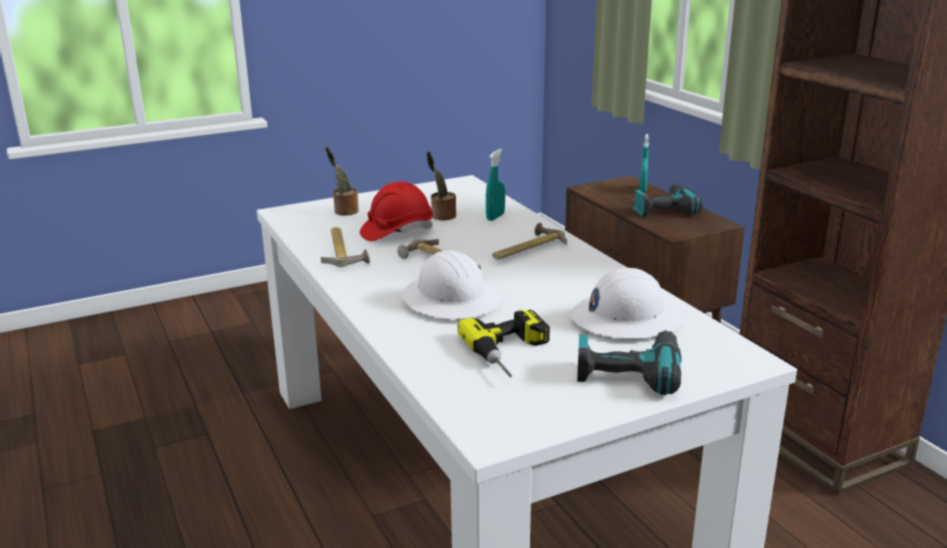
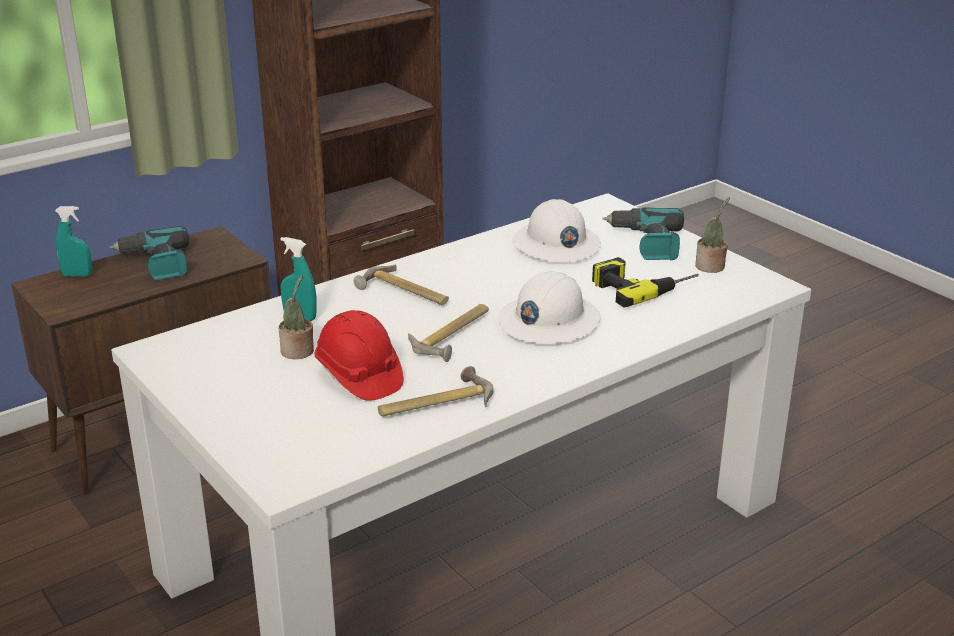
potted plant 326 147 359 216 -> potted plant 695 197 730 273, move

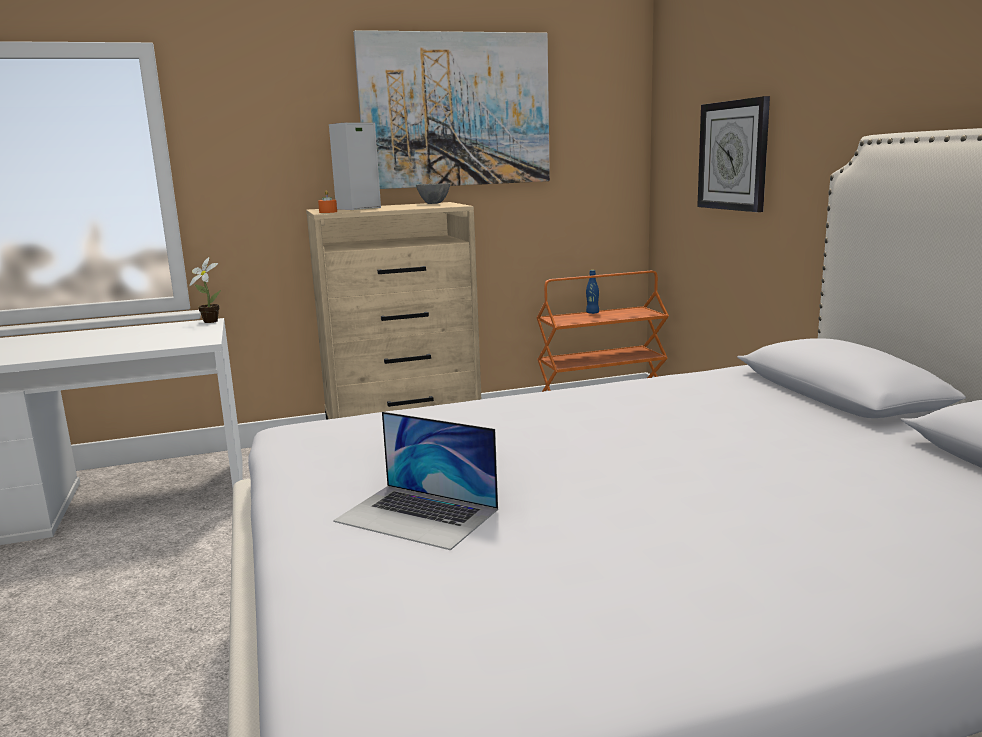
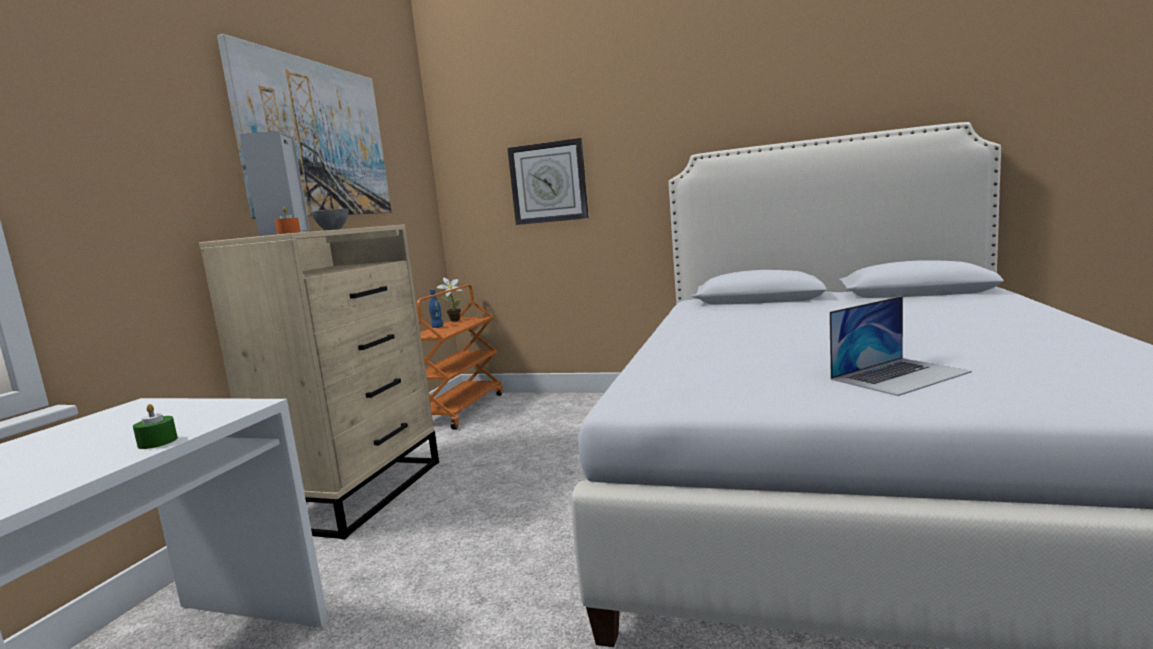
none -> green candle 133 404 178 449
potted plant 189 257 221 323 -> potted plant 436 277 462 322, move

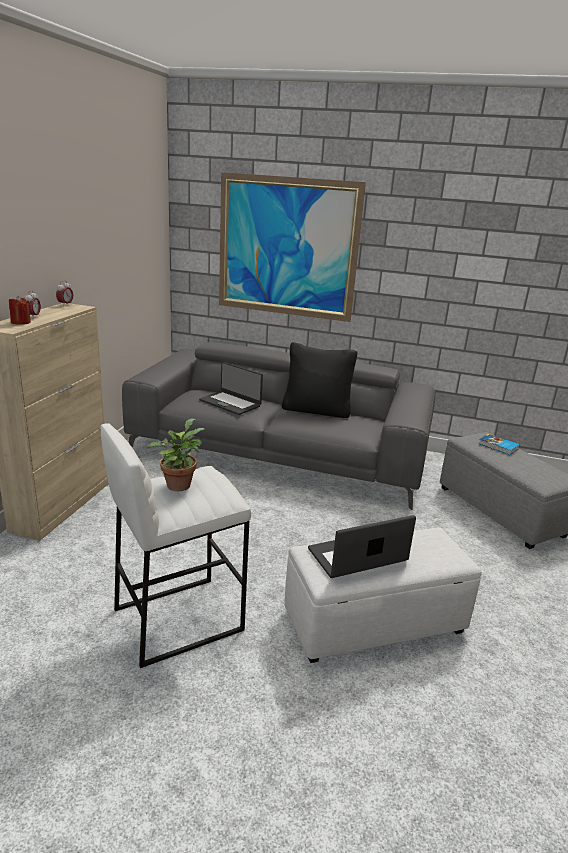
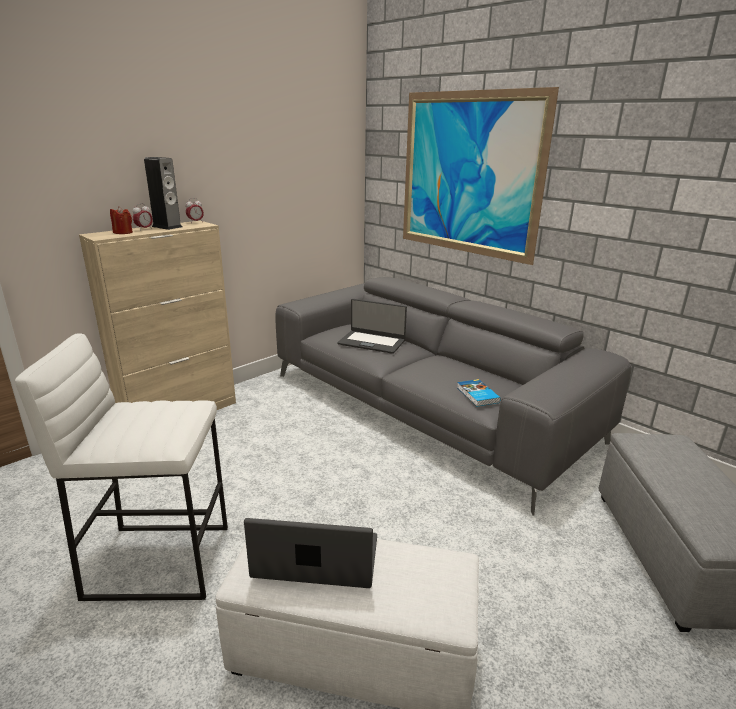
potted plant 147 418 205 491 -> none
black pillow 282 342 357 418 -> none
none -> speaker 144 157 182 230
book 478 434 520 455 -> book 457 379 501 407, move
laptop 199 362 263 415 -> laptop 337 299 407 354, 45 degrees counterclockwise

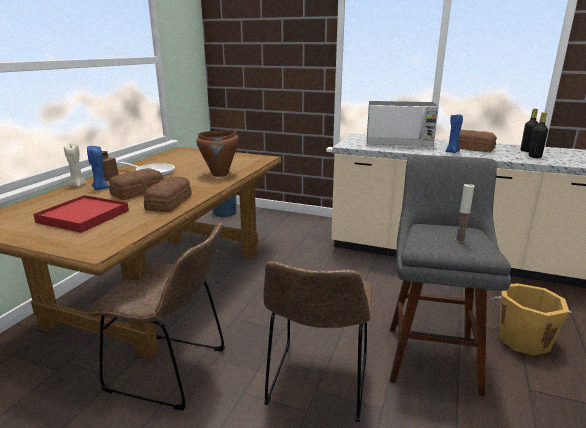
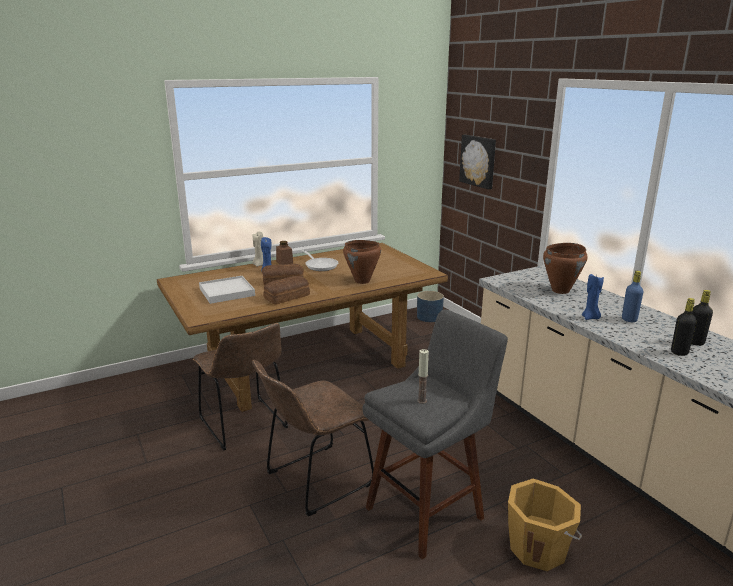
none -> picture 459 135 496 189
microwave 367 101 439 146 -> brown cooking pot 543 243 587 294
bread 458 130 497 152 -> blue bottle 622 271 643 322
red tray 33 195 129 233 -> white tray 199 276 255 304

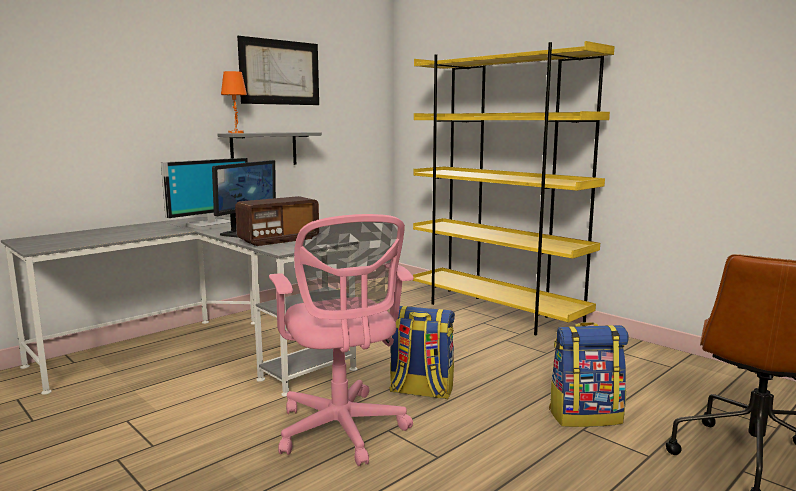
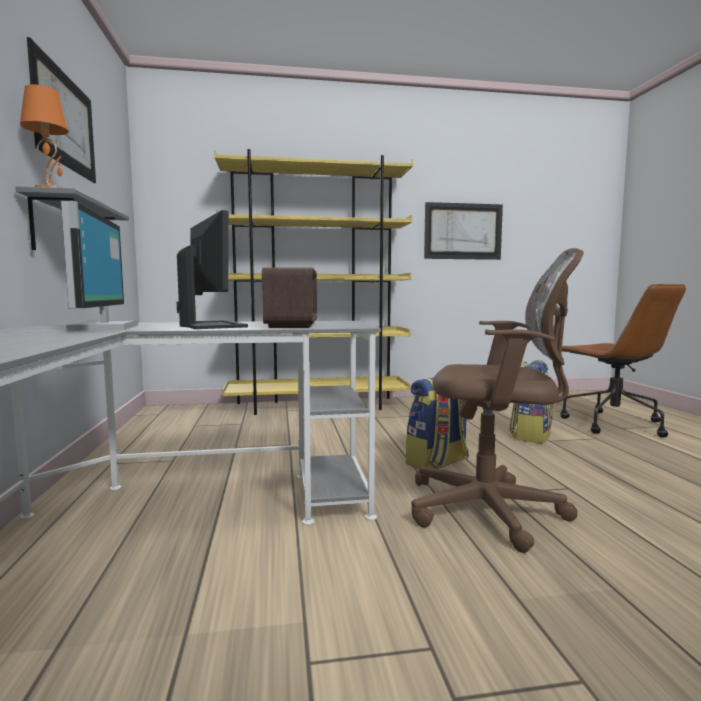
none -> picture 424 202 503 260
pink office chair 269 214 414 466 -> brown office chair 411 248 584 553

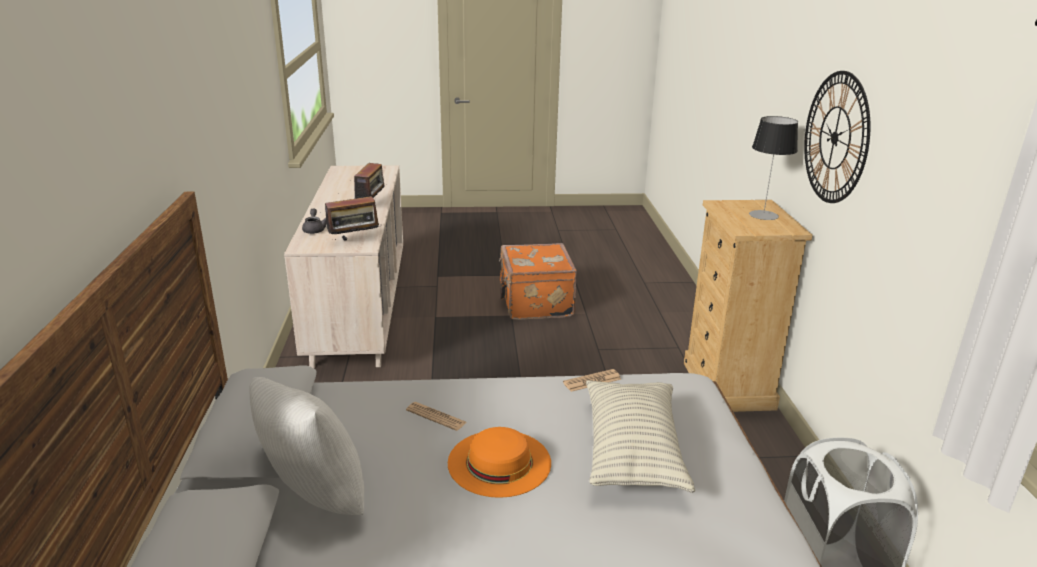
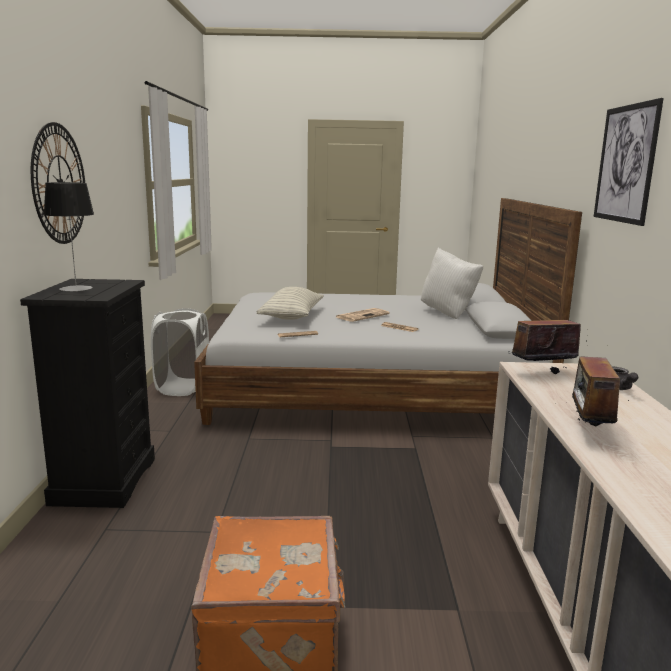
none -> picture 594 98 664 226
orange hat 448 427 551 498 -> newspaper 336 308 390 322
beige dresser 684 200 813 412 -> black dresser 20 279 155 508

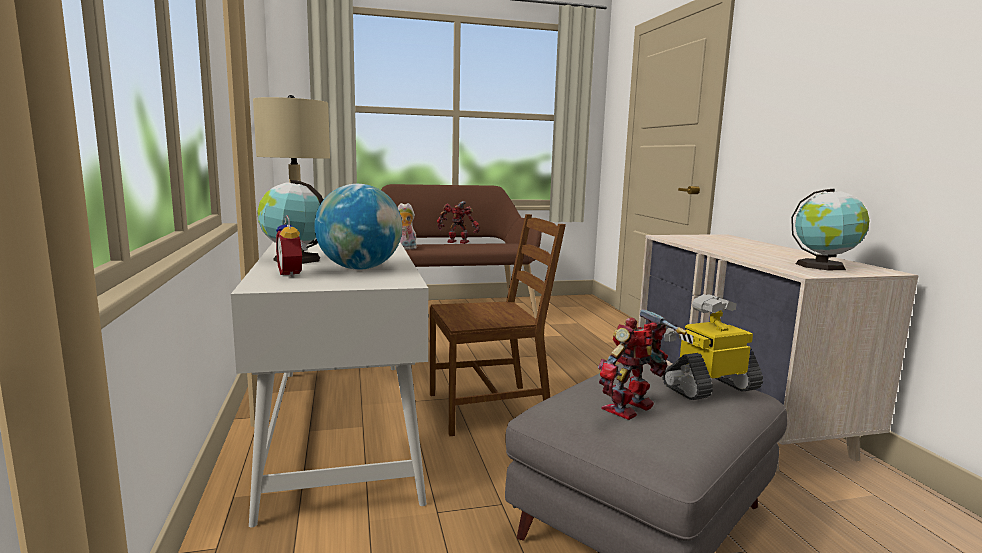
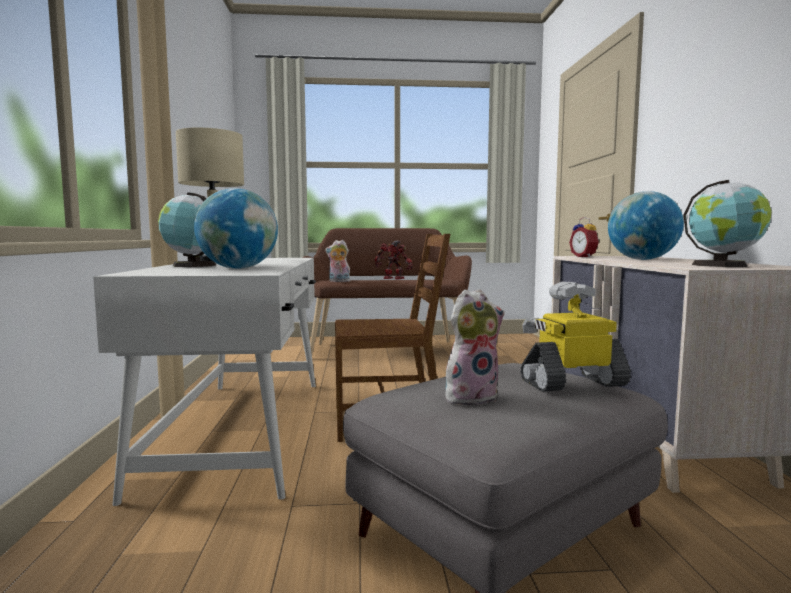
none -> globe 608 191 684 260
alarm clock 276 215 308 277 -> alarm clock 569 217 599 257, move
toy robot 598 309 687 420 -> plush toy 445 289 505 407

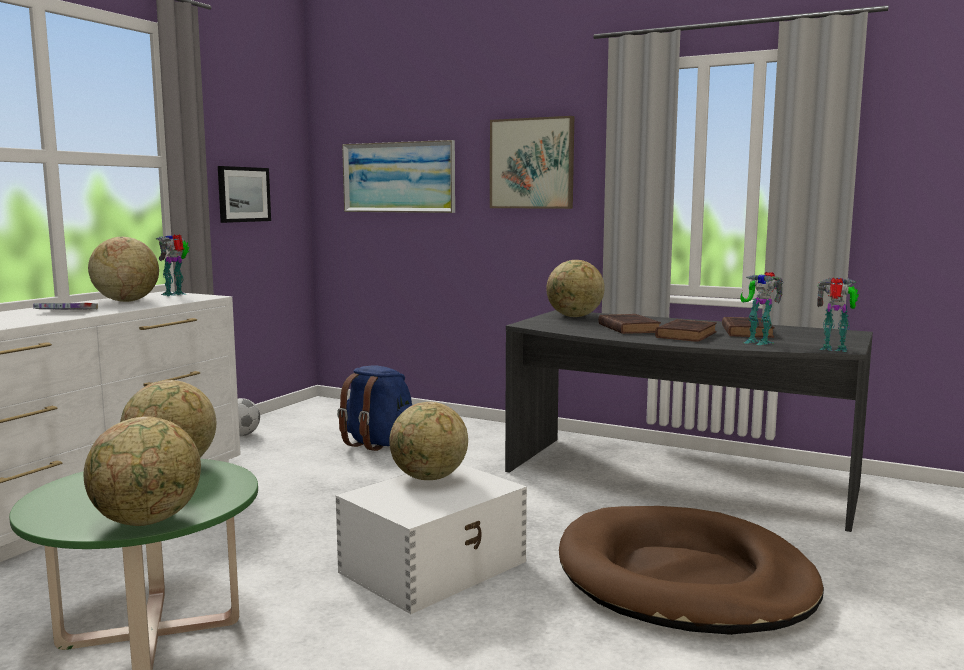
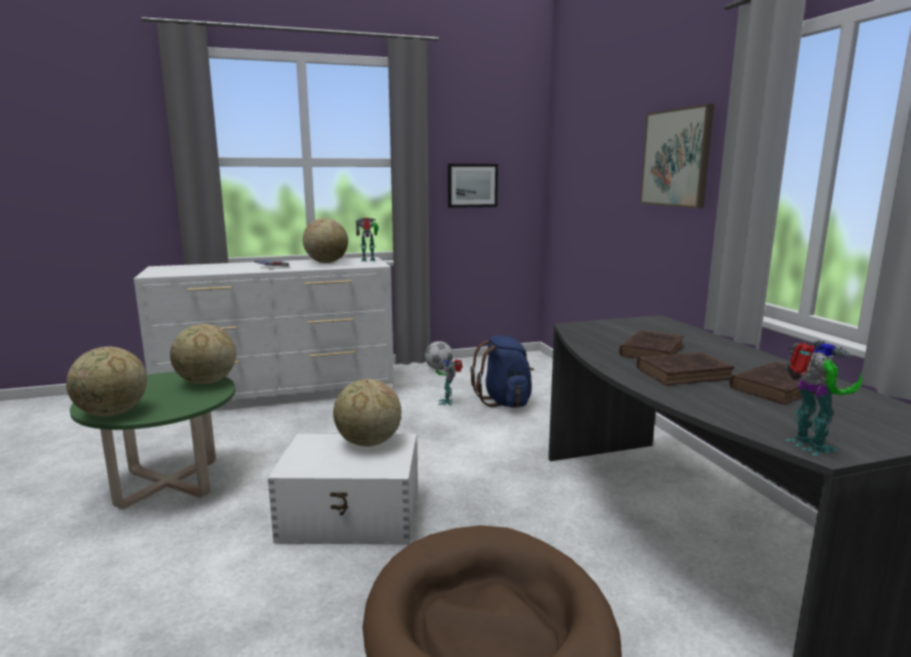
picture 342 140 455 213 -> none
globe 546 260 605 317 -> none
toy robot 740 272 784 345 -> toy robot 436 359 463 406, move

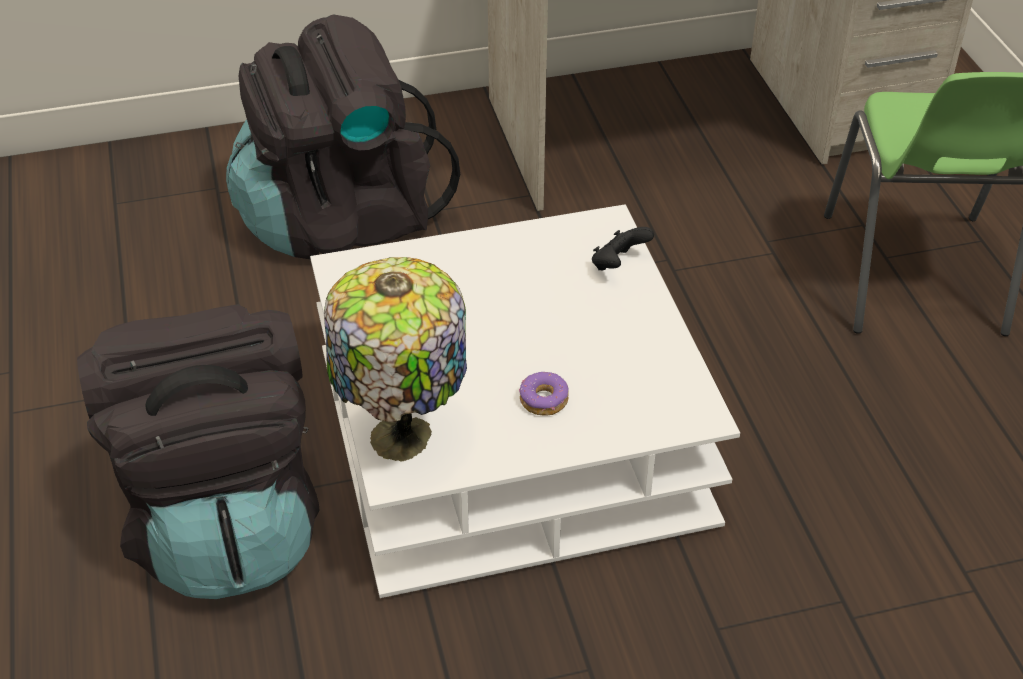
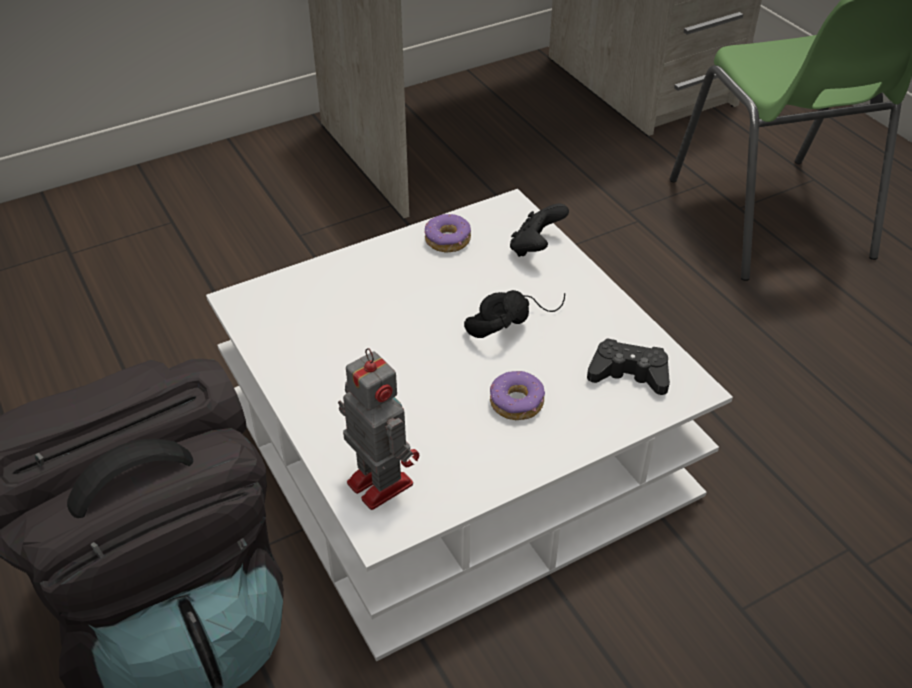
black backpack 226 14 460 259 -> none
none -> donut 424 214 471 252
none -> black headphones 464 290 565 338
none -> black game controller 587 338 670 395
table lamp 324 257 467 462 -> toy robot 338 348 419 510

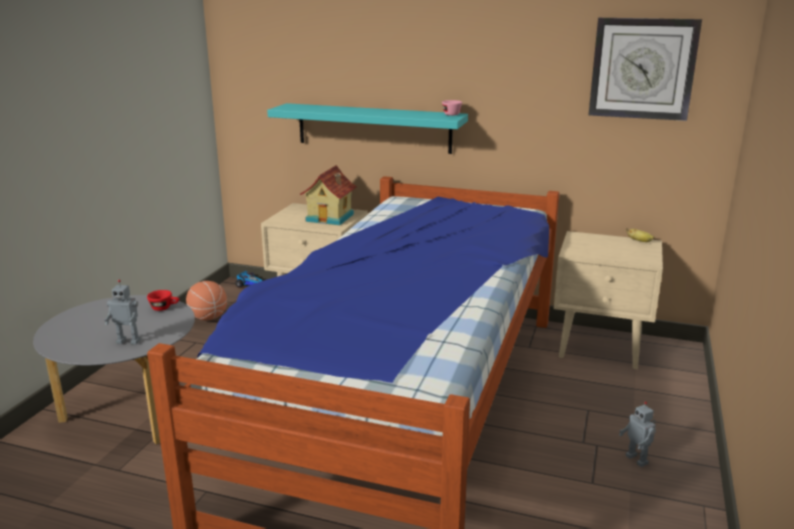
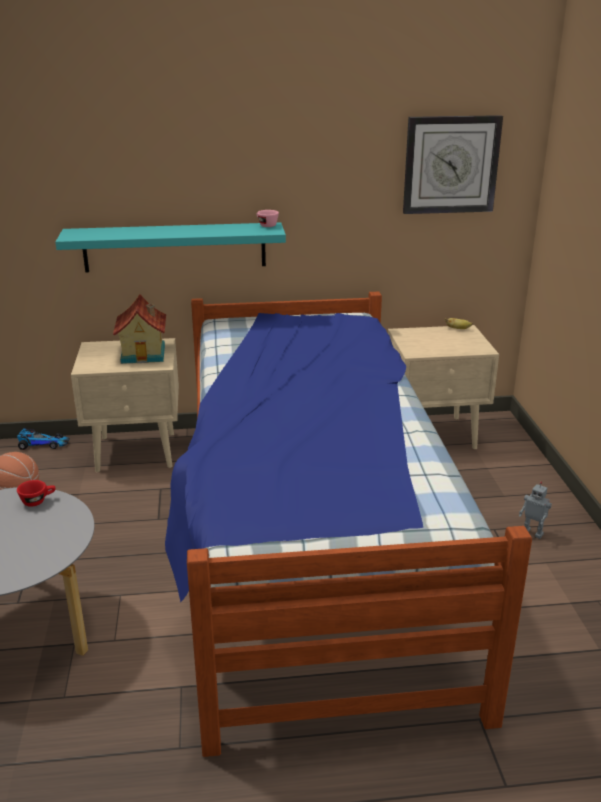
toy robot 104 279 141 345 -> none

